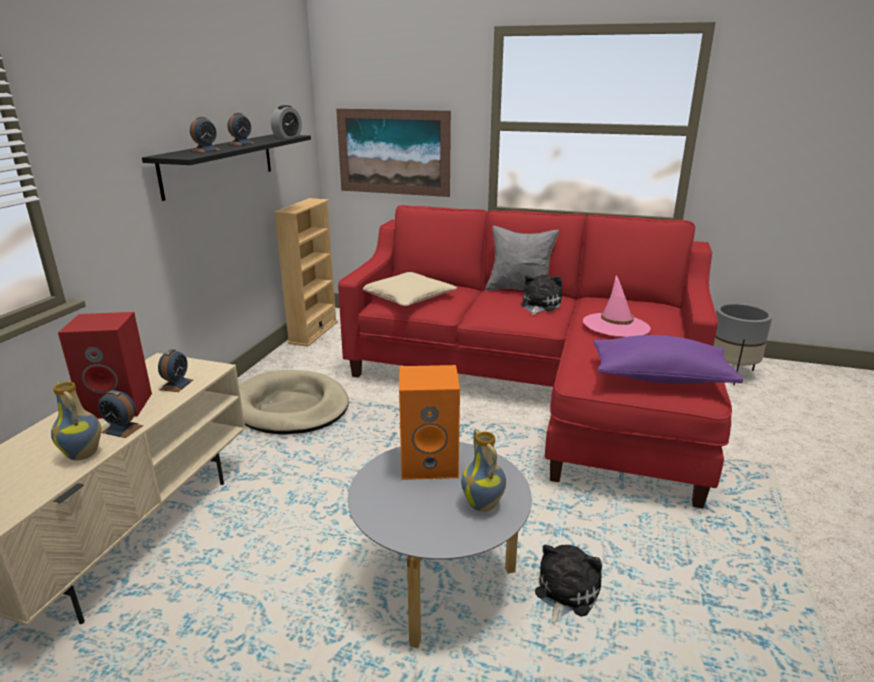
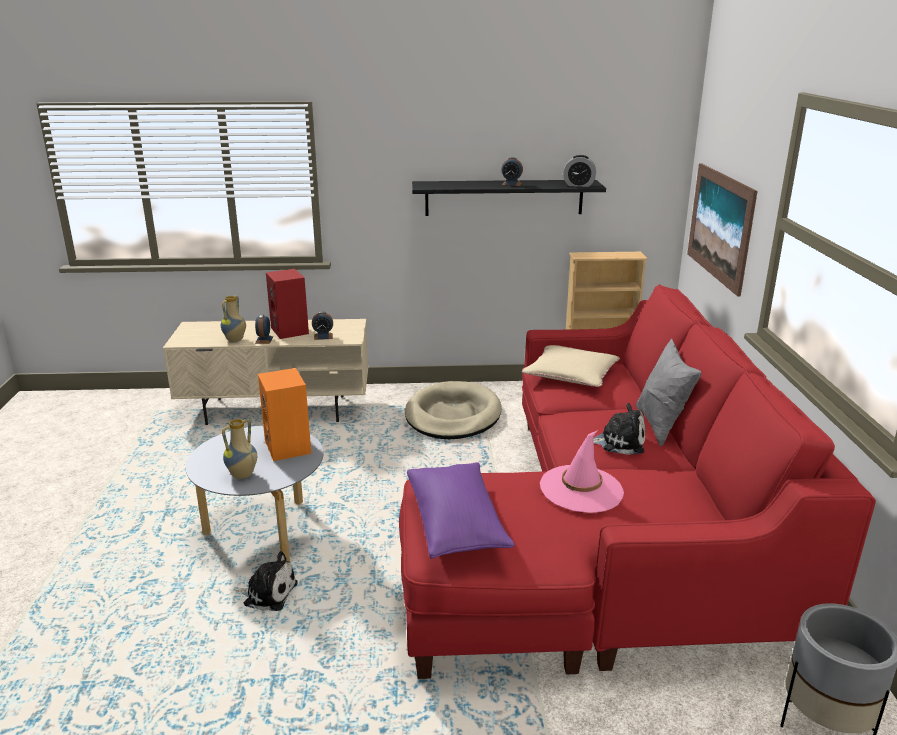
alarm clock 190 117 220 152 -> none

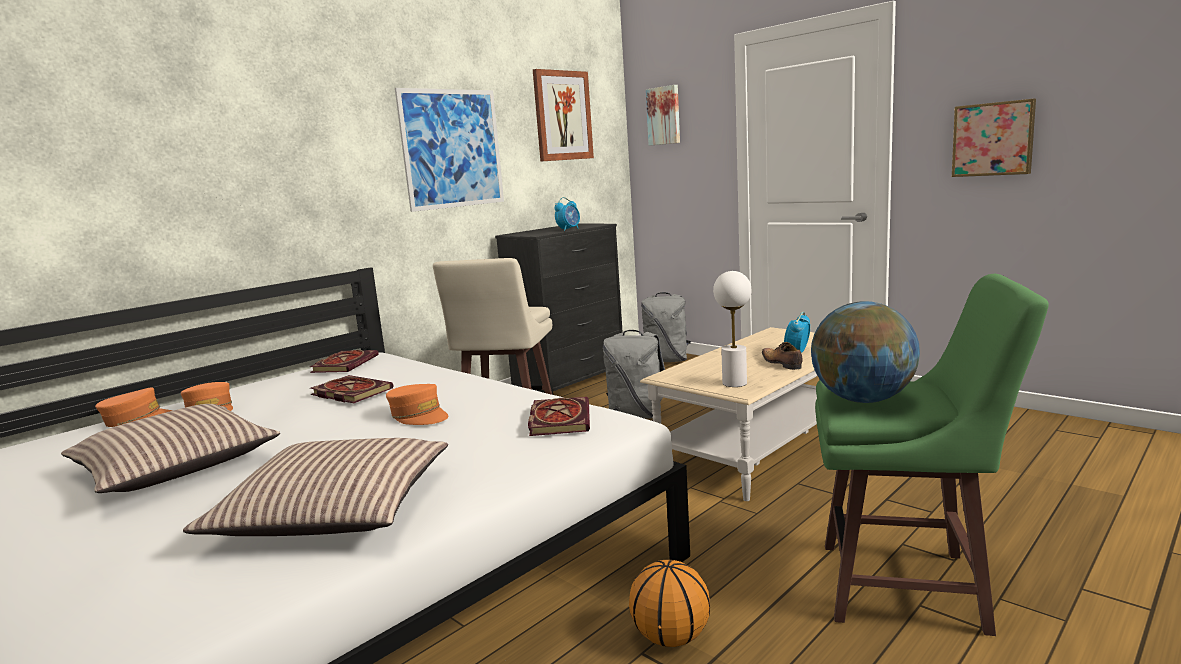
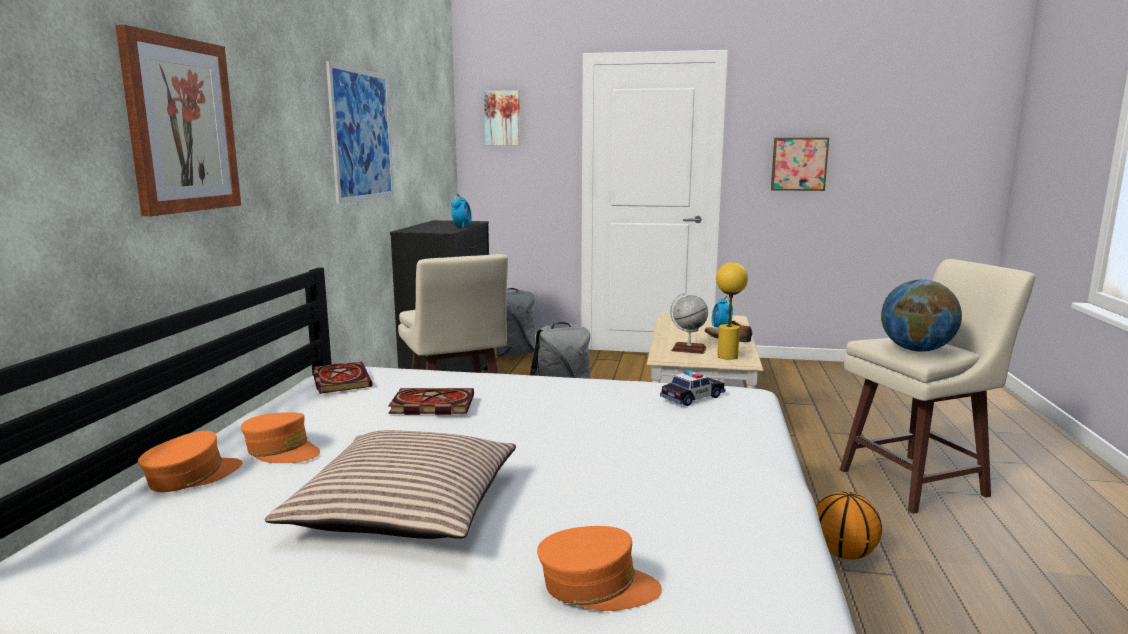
pillow 183 438 448 536 -> none
none -> globe 670 293 708 354
orange cap 386 384 448 425 -> orange cap 537 526 662 611, move
picture 533 69 594 162 -> picture 115 25 241 216, move
book 528 397 590 436 -> toy car 660 370 726 406
white table lamp 713 271 751 387 -> yellow table lamp 716 262 748 360
green stool 815 274 1049 636 -> beige stool 840 259 1035 514

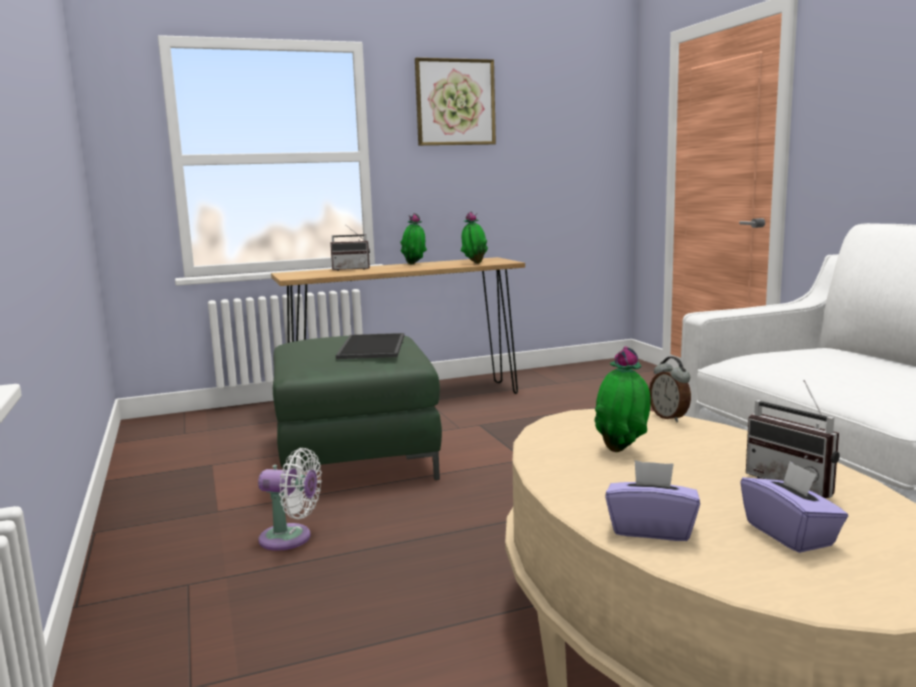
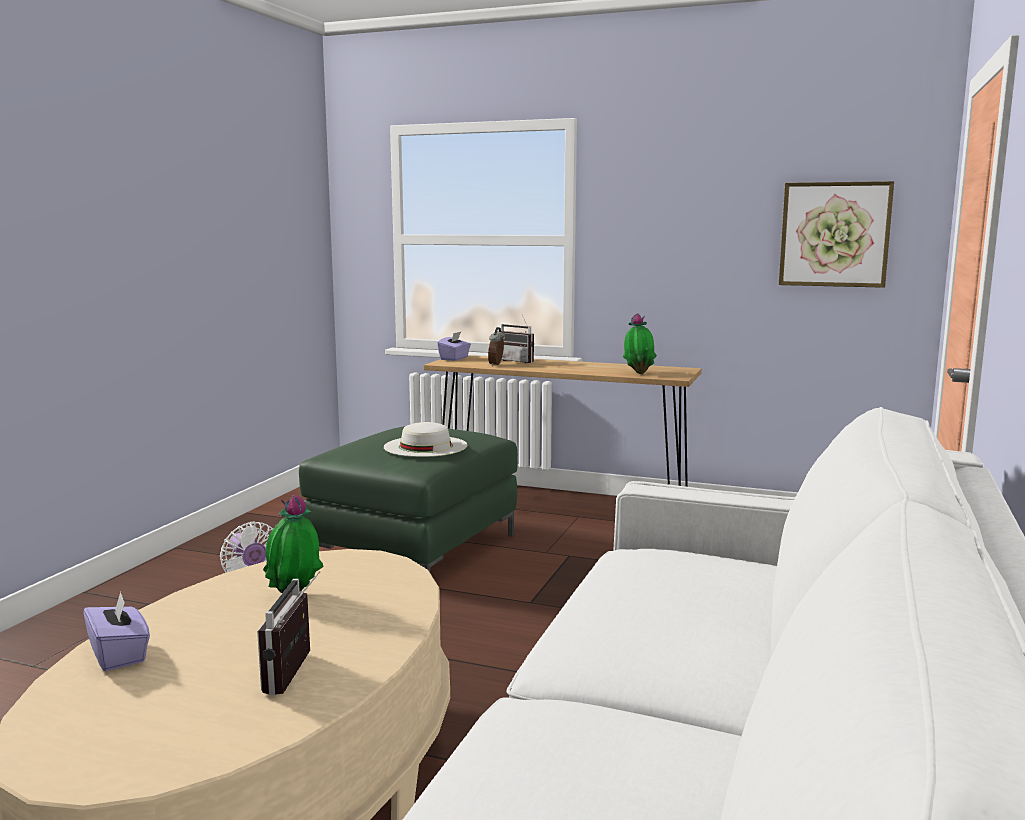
potted plant 400 213 427 265 -> none
picture 415 58 496 146 -> picture 779 181 894 288, move
alarm clock 649 357 691 422 -> alarm clock 488 327 505 366, move
purple tissue box 740 461 848 553 -> purple tissue box 437 332 471 361, move
tray 336 333 404 359 -> white hat 384 422 467 457

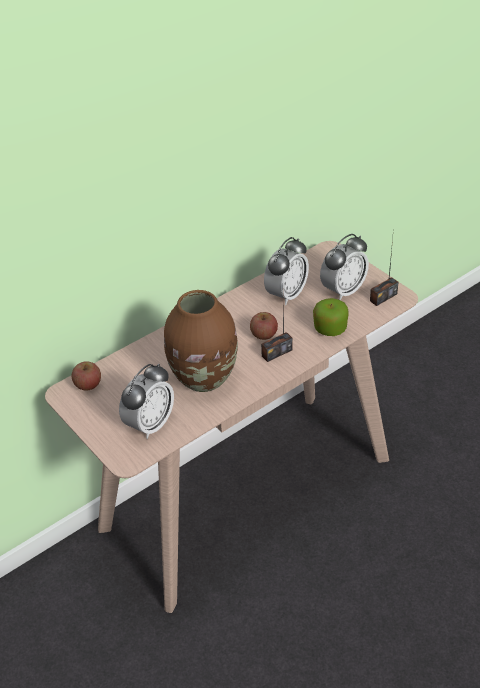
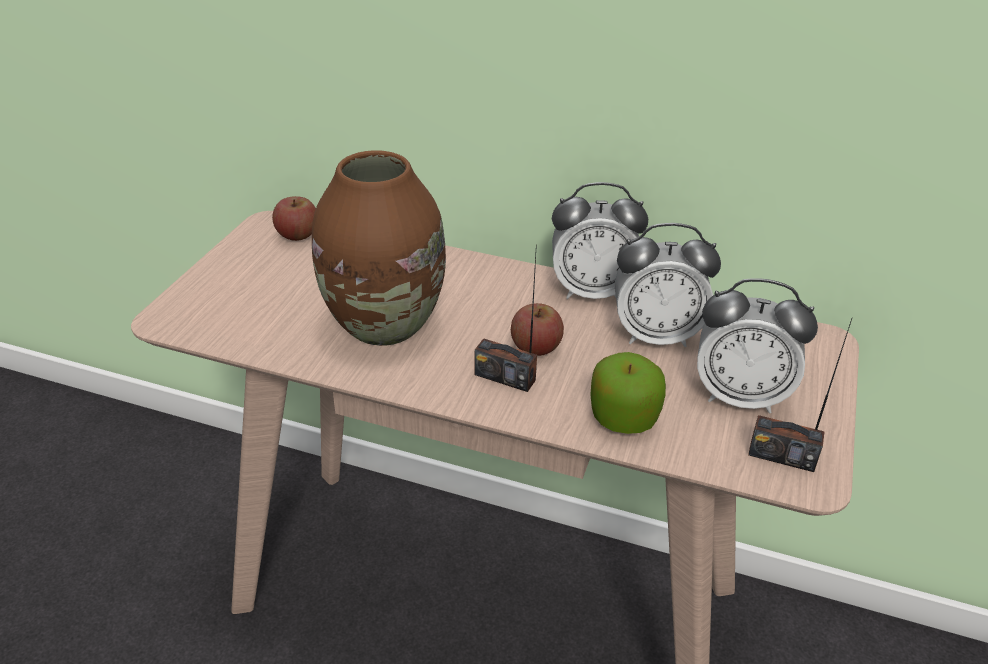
alarm clock 119 364 174 439 -> alarm clock 552 182 648 299, move

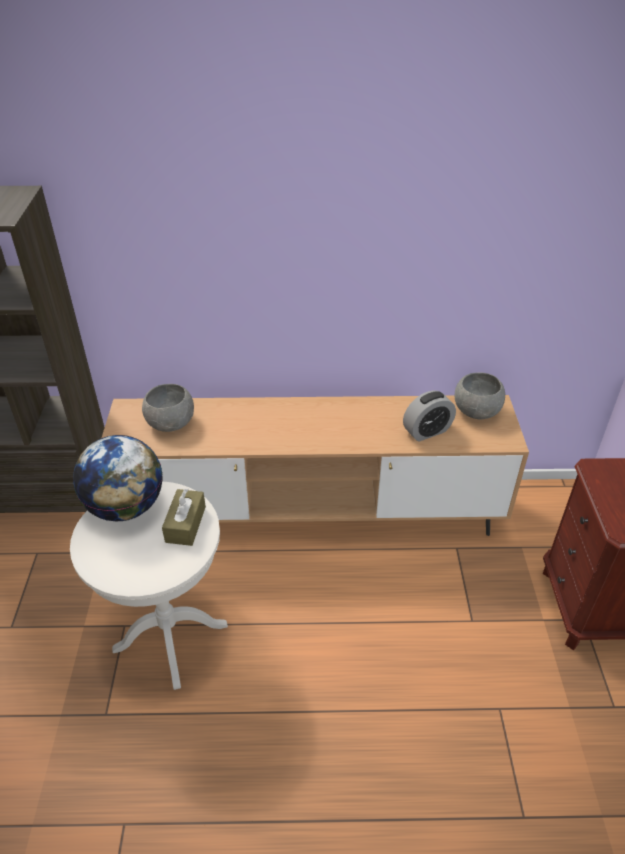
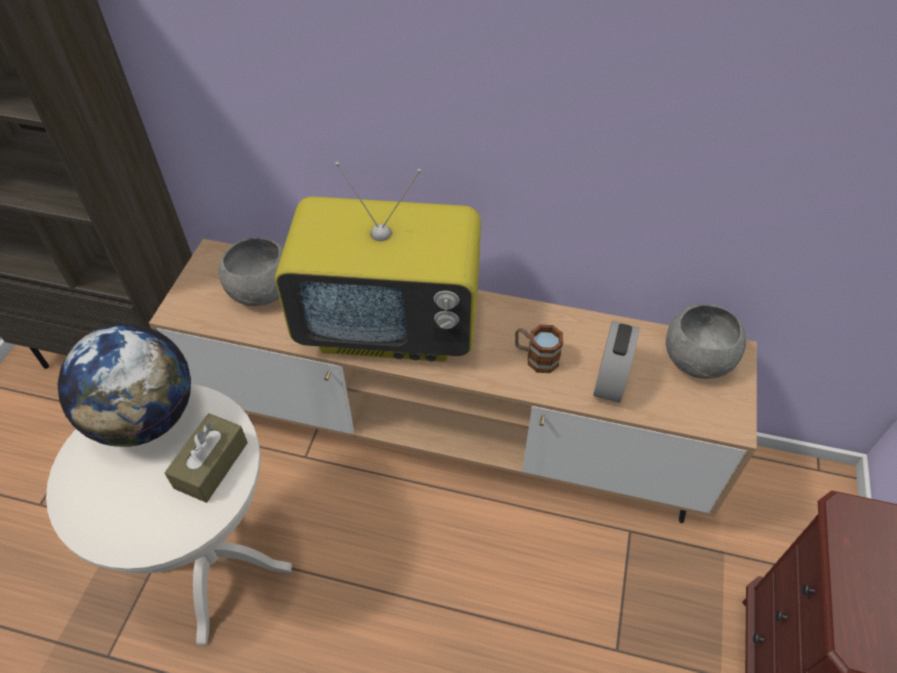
none -> television 275 162 481 362
none -> mug 515 325 563 373
alarm clock 403 391 456 442 -> alarm clock 593 321 639 403, 60 degrees counterclockwise

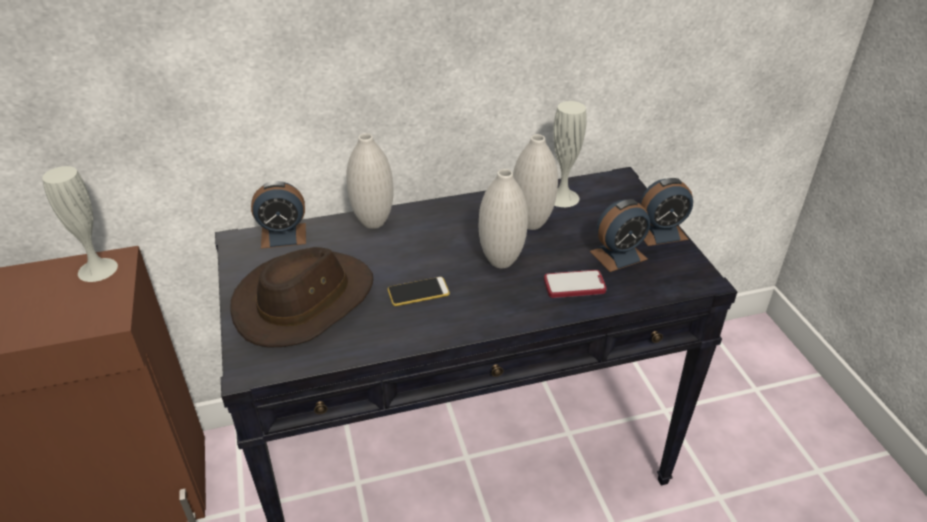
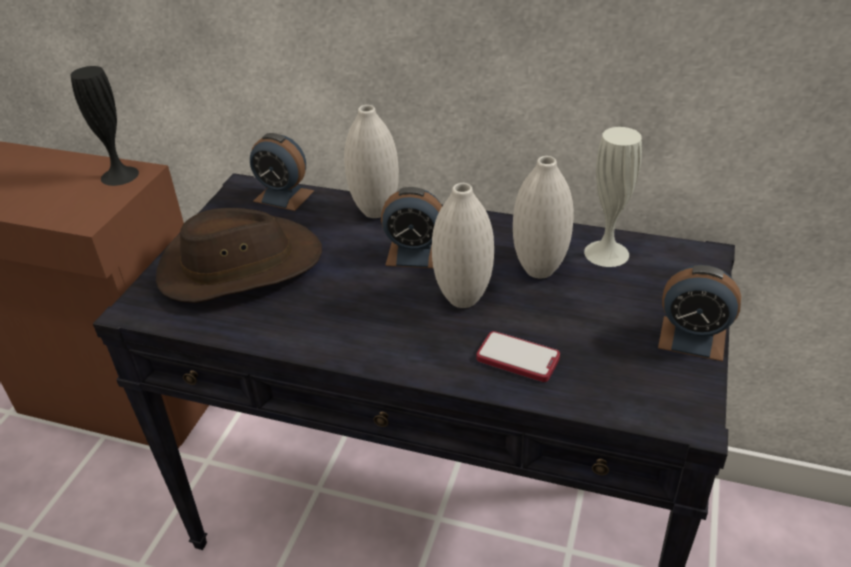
phone 387 277 450 306 -> none
alarm clock 589 199 650 272 -> alarm clock 381 187 442 268, move
white vase 42 166 118 282 -> black vase 71 66 139 186

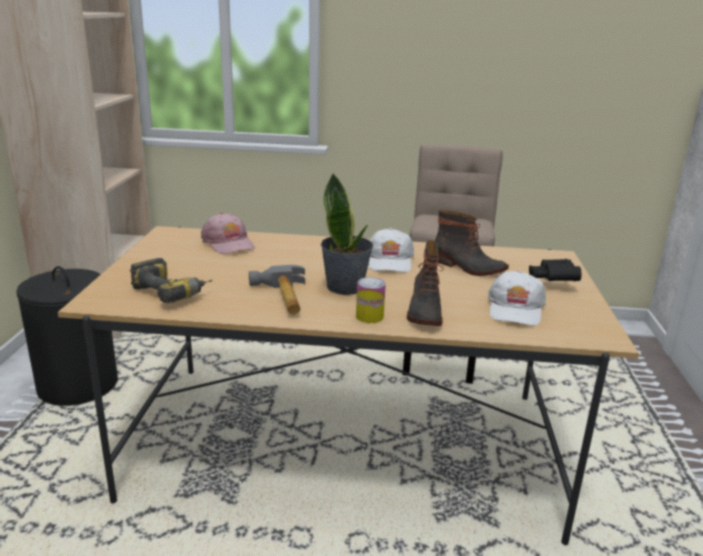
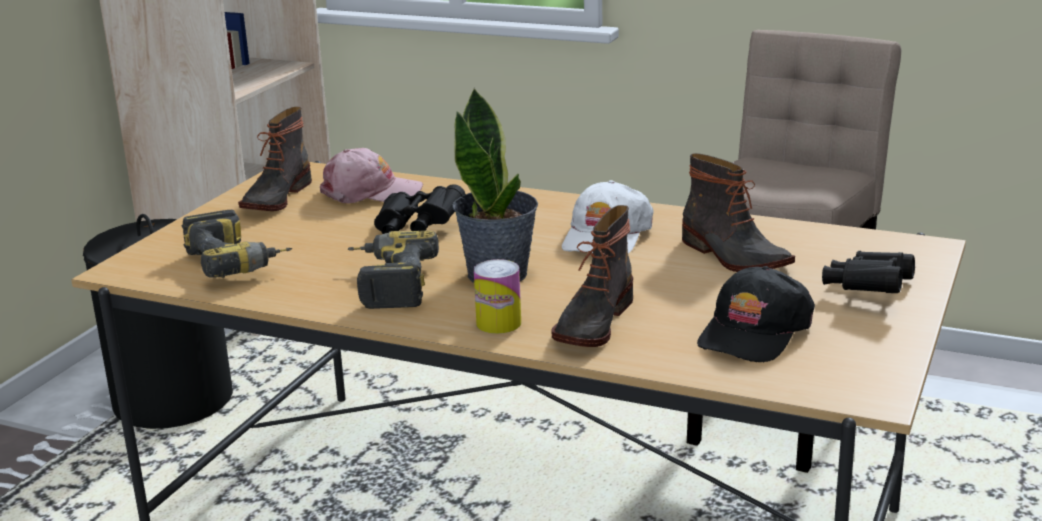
none -> boot 238 107 312 211
none -> black binoculars 374 184 466 234
hammer 249 265 305 315 -> power drill 348 231 439 309
white cap 488 270 546 326 -> black cap 697 266 815 362
pink cap 201 212 255 255 -> pink cap 320 148 423 204, 75 degrees counterclockwise

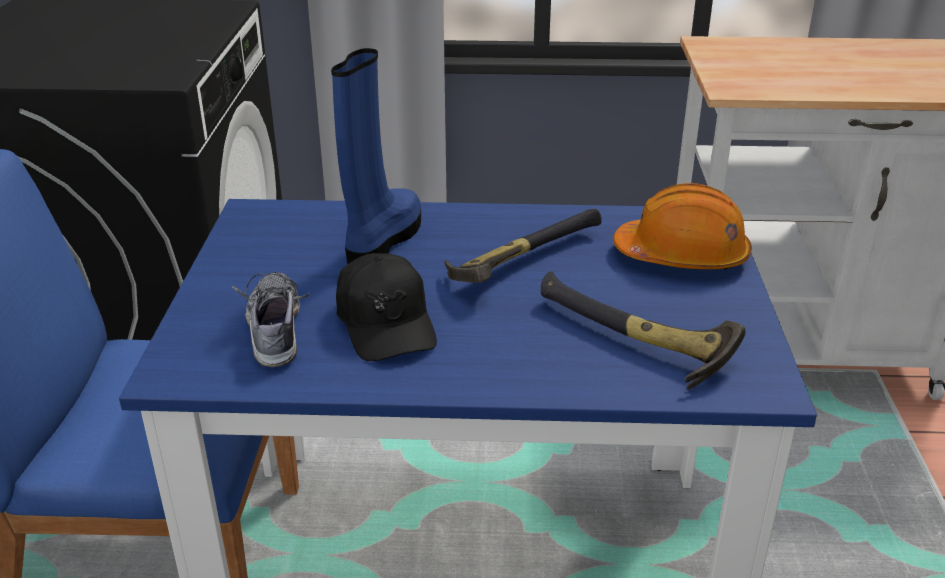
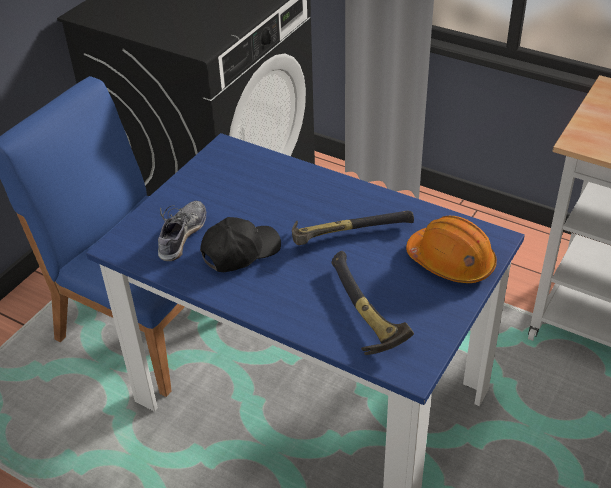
blue boot 331 48 421 264 -> none
black cap 336 253 437 361 -> black cap 200 217 281 272, 135 degrees counterclockwise

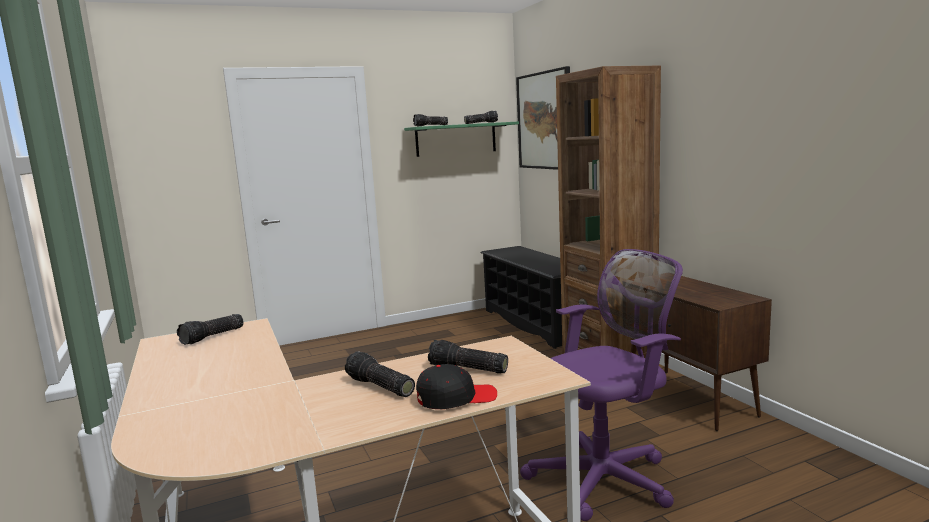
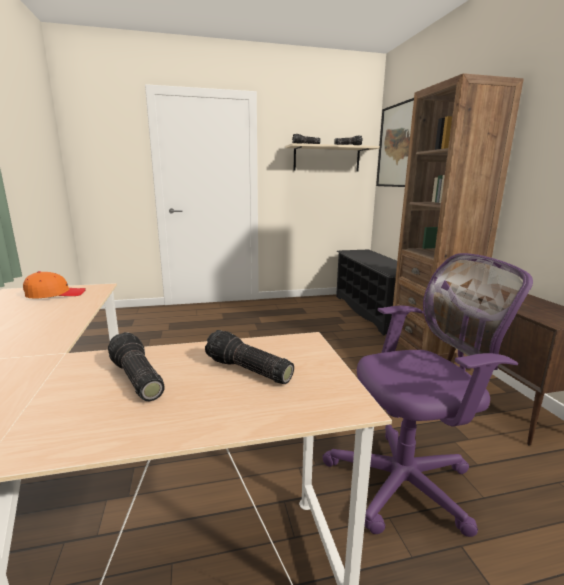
black cap 416 364 497 409 -> none
flashlight 177 314 243 345 -> orange cap 23 271 86 298
green shelf 404 121 519 157 -> beige shelf 286 143 380 171

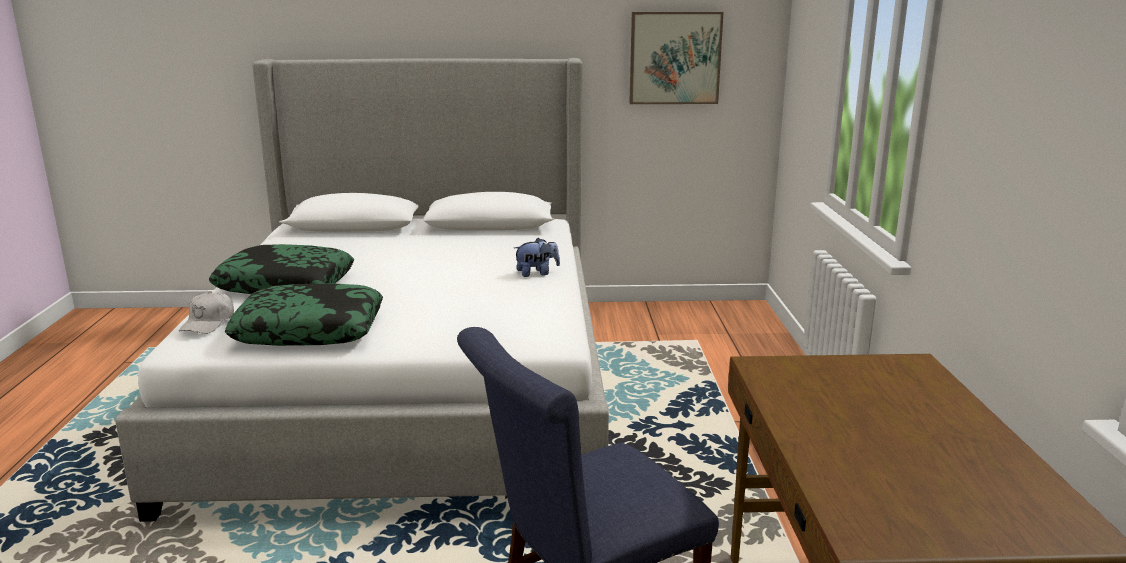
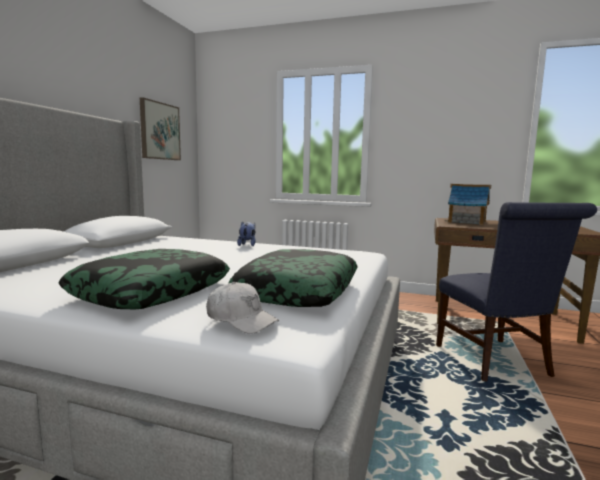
none -> toy house 445 184 491 225

